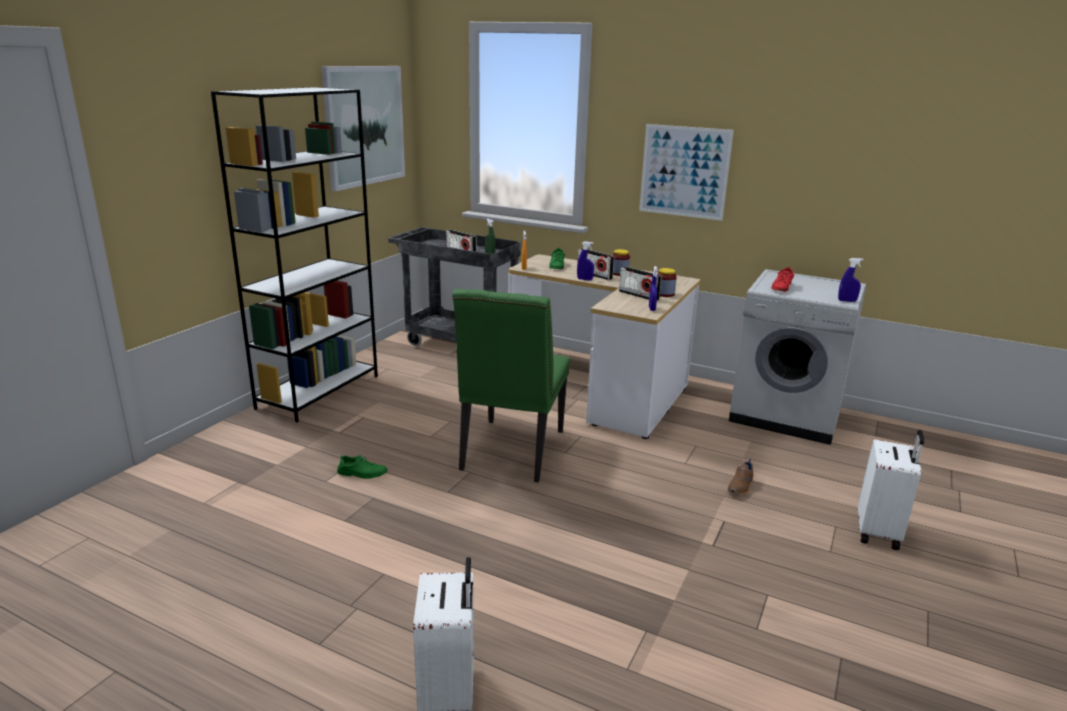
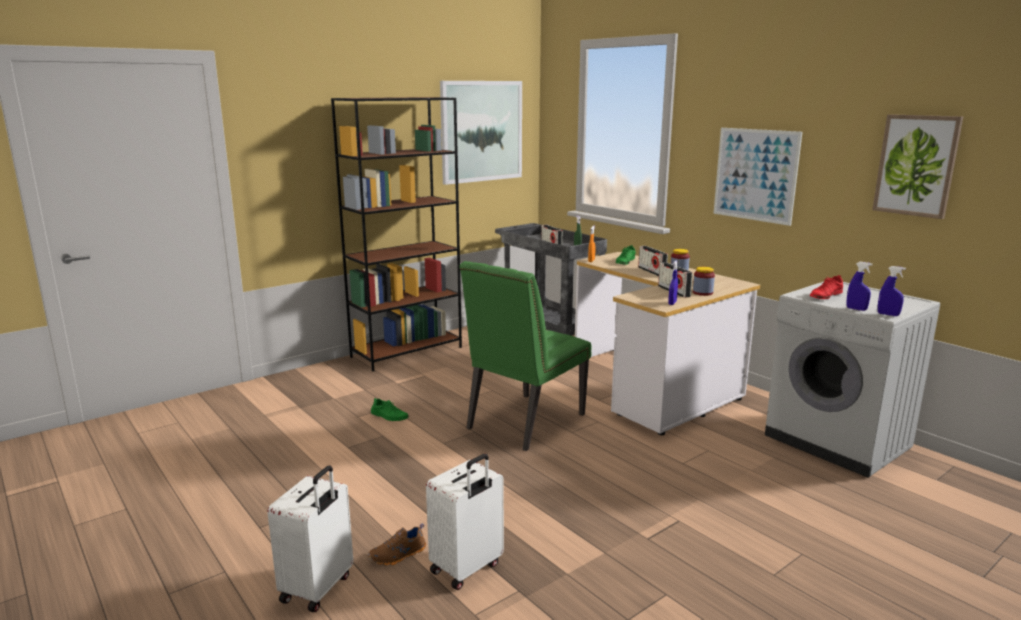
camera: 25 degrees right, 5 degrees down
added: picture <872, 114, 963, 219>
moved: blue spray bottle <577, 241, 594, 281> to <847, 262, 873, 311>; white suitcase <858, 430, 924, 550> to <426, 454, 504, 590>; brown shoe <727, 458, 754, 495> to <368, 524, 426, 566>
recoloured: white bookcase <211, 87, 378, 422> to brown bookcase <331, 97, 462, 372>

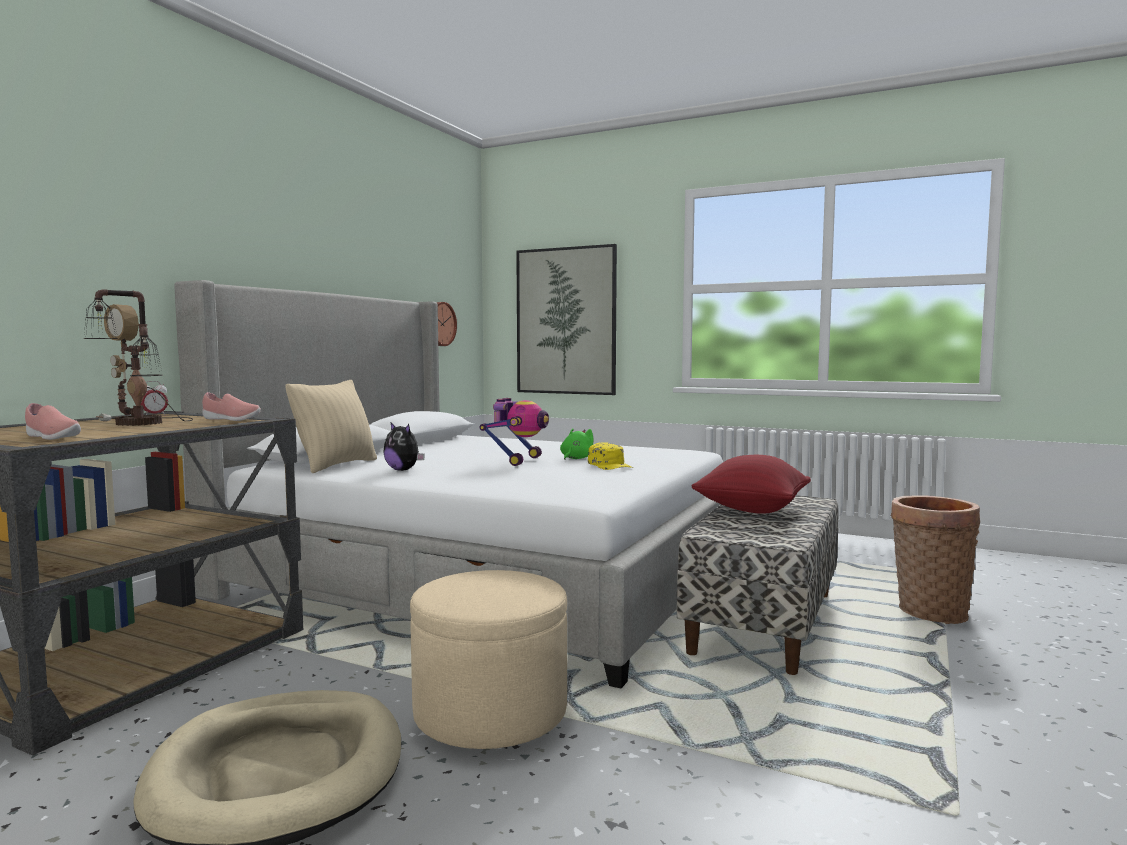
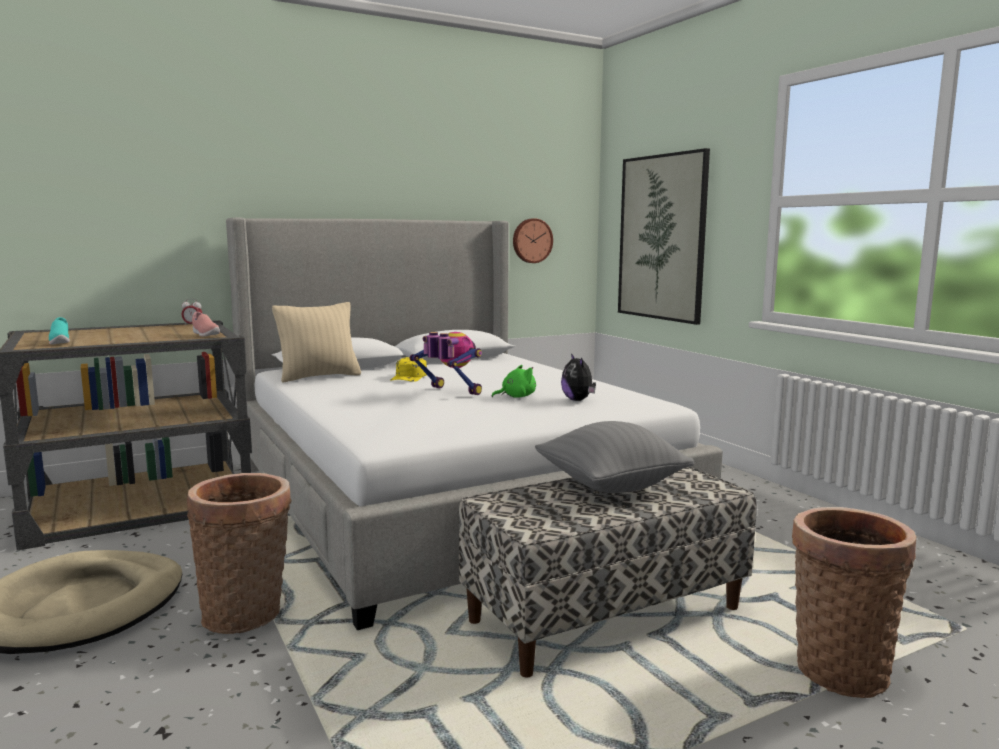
camera: 35 degrees right, 5 degrees up
removed: table lamp <84, 290, 193, 426>
moved: plush toy <383, 422, 425, 471> to <561, 353, 596, 401>; yellow cap <588, 442, 633, 470> to <391, 357, 427, 382>
replaced: beige ottoman <410, 570, 567, 749> to basket <187, 473, 292, 634>
recoloured: pink shoe <25, 403, 81, 440> to turquoise shoe <49, 317, 70, 345>; red pillow <691, 455, 811, 514> to grey pillow <535, 421, 694, 493>
turned: toy robot <480, 398, 549, 466> = <410, 332, 482, 395> 105 degrees counterclockwise

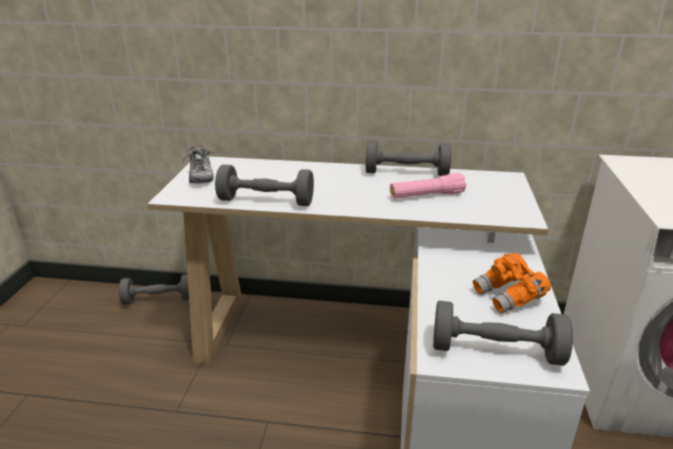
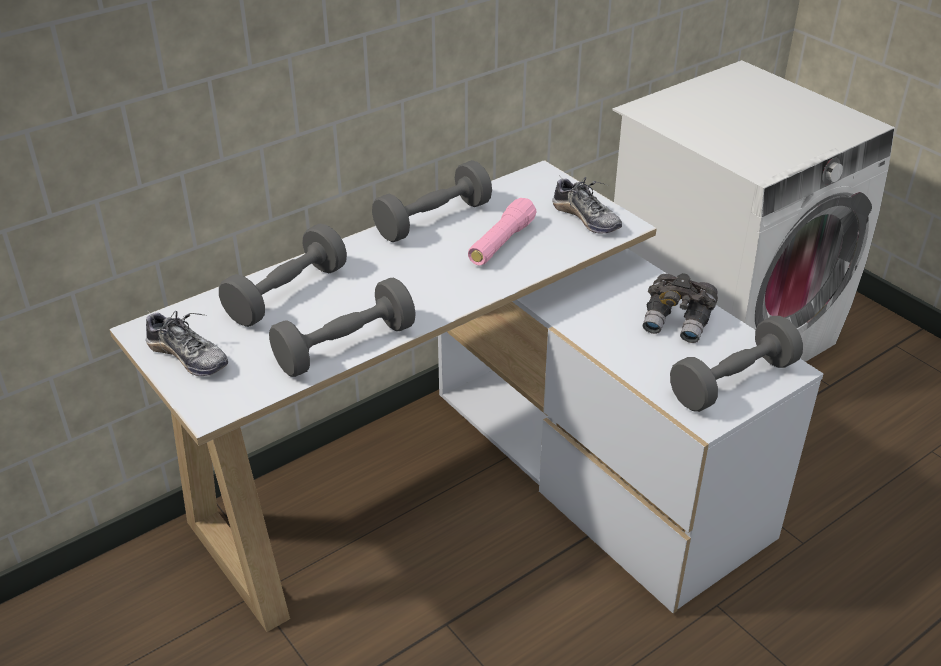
camera: 45 degrees left, 10 degrees up
added: shoe <552, 175, 622, 234>
moved: grey dumbbell <119, 274, 189, 305> to <219, 224, 347, 327>
recoloured: orange binoculars <473, 253, 551, 313> to grey binoculars <643, 273, 718, 343>

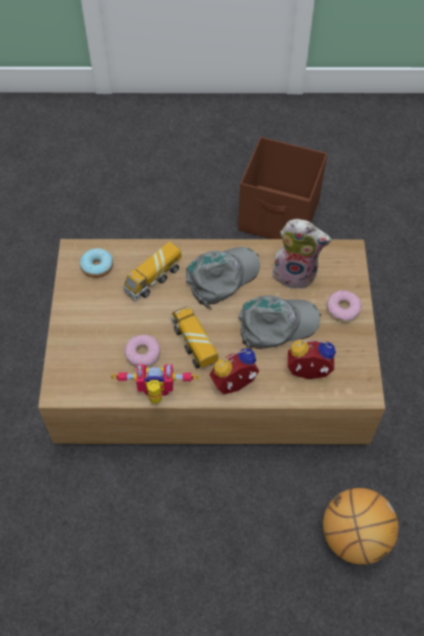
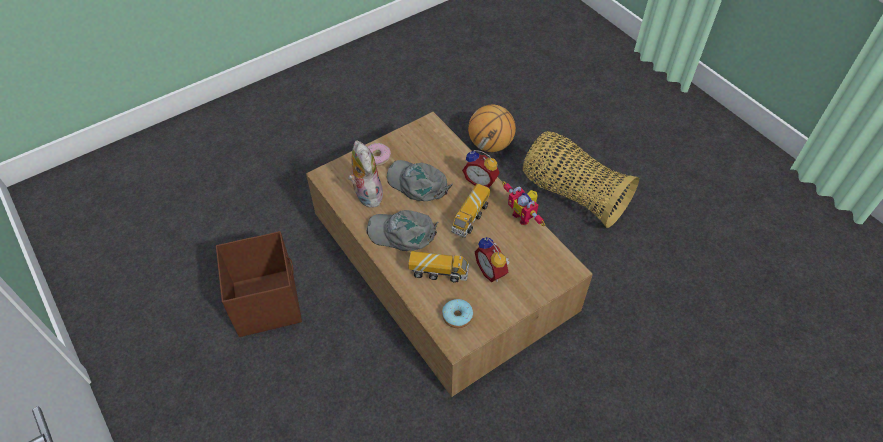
camera: 125 degrees left, 5 degrees down
removed: donut <124, 335, 161, 368>
added: basket <523, 131, 639, 228>
moved: alarm clock <288, 340, 336, 379> to <475, 237, 510, 282>

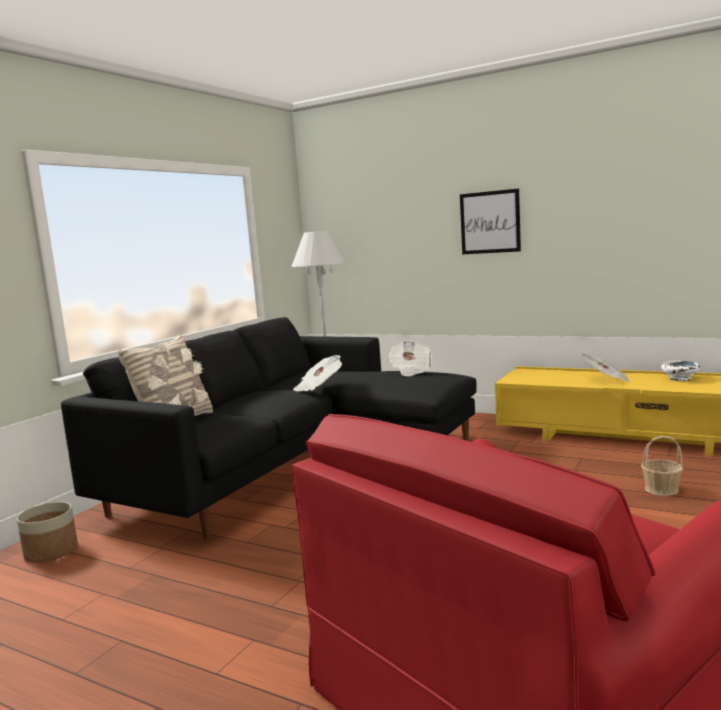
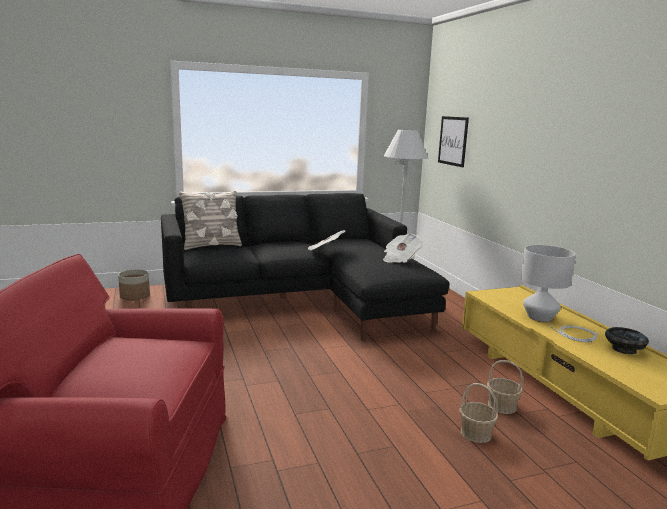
camera: 40 degrees right, 5 degrees up
added: basket <487, 360, 523, 414>
moved: picture <460, 189, 521, 254> to <438, 116, 469, 167>
replaced: newspaper <580, 353, 632, 383> to grey table lamp <521, 245, 597, 343>
recoloured: white bowl <661, 361, 700, 381> to black bowl <605, 327, 649, 354>

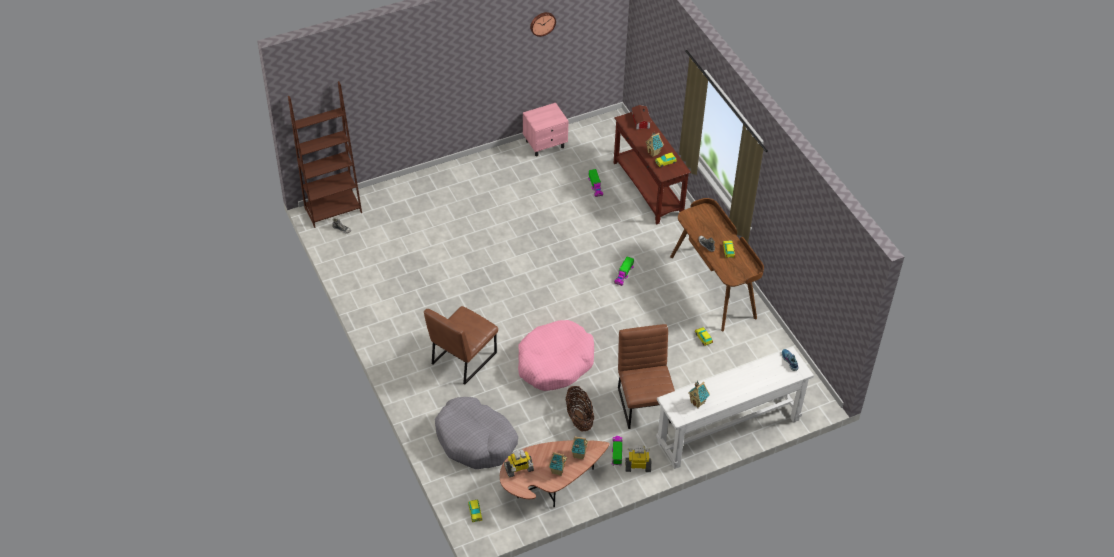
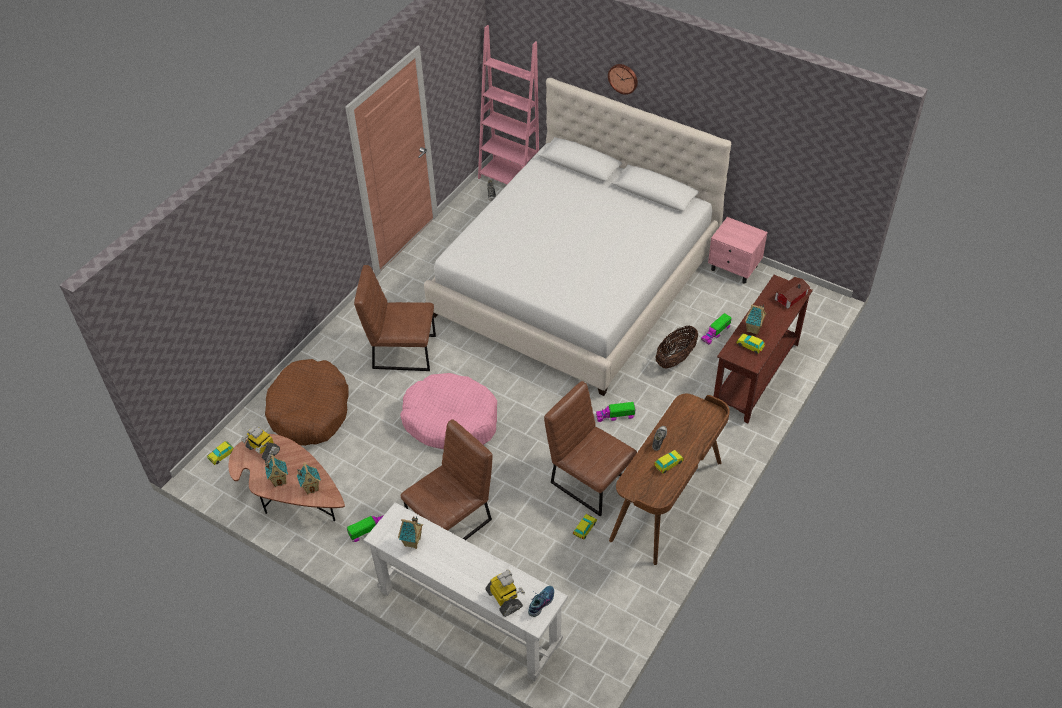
camera: 60 degrees right, 0 degrees up
added: white bed <424, 78, 731, 396>; brown chair <544, 381, 637, 516>
moved: wall clock <530, 12, 556, 37> to <608, 64, 638, 95>; basket <566, 386, 594, 432> to <655, 326, 698, 369>; toy robot <625, 445, 651, 472> to <485, 569, 525, 617>
recoloured: brown bookcase <288, 81, 362, 228> to pink bookcase <478, 25, 539, 184>; grey dog bed <435, 397, 518, 469> to brown dog bed <265, 359, 349, 446>

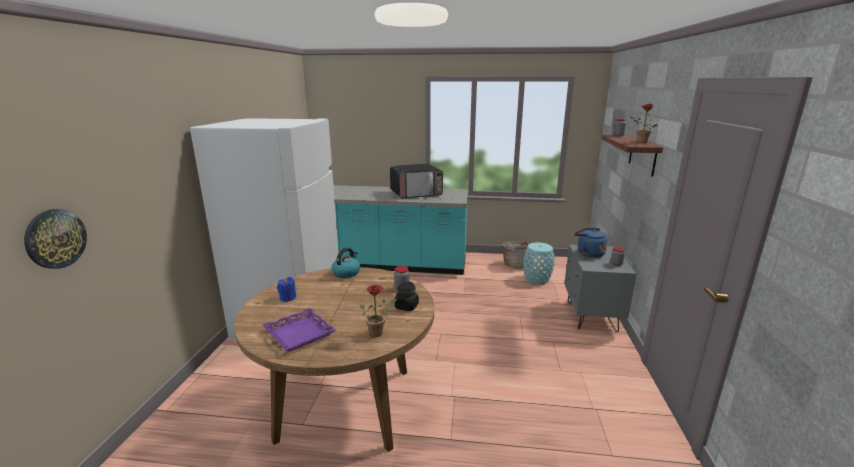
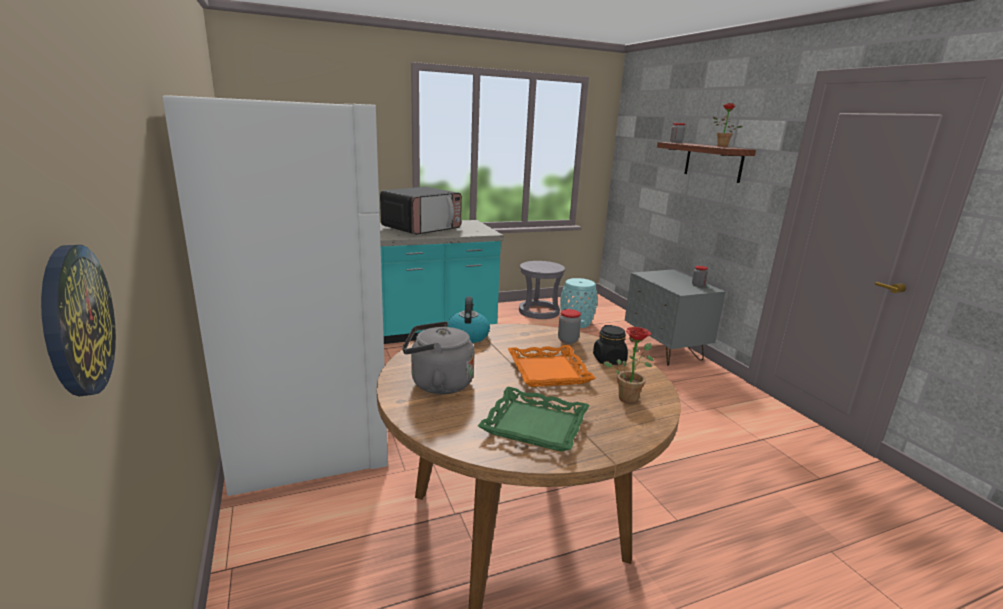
camera: 30 degrees left, 0 degrees up
removed: blue kettle <574, 228, 607, 258>
added: orange tray <507, 345, 596, 387>
replaced: basket <502, 242, 529, 269> to grey stool <519, 261, 565, 319>; blue candle <277, 277, 297, 302> to grey kettle <402, 321, 474, 394>
recoloured: purple tray <263, 308, 336, 351> to green tray <478, 387, 589, 452>

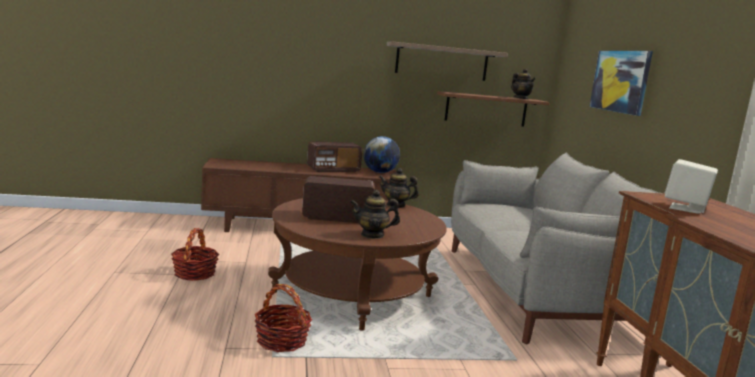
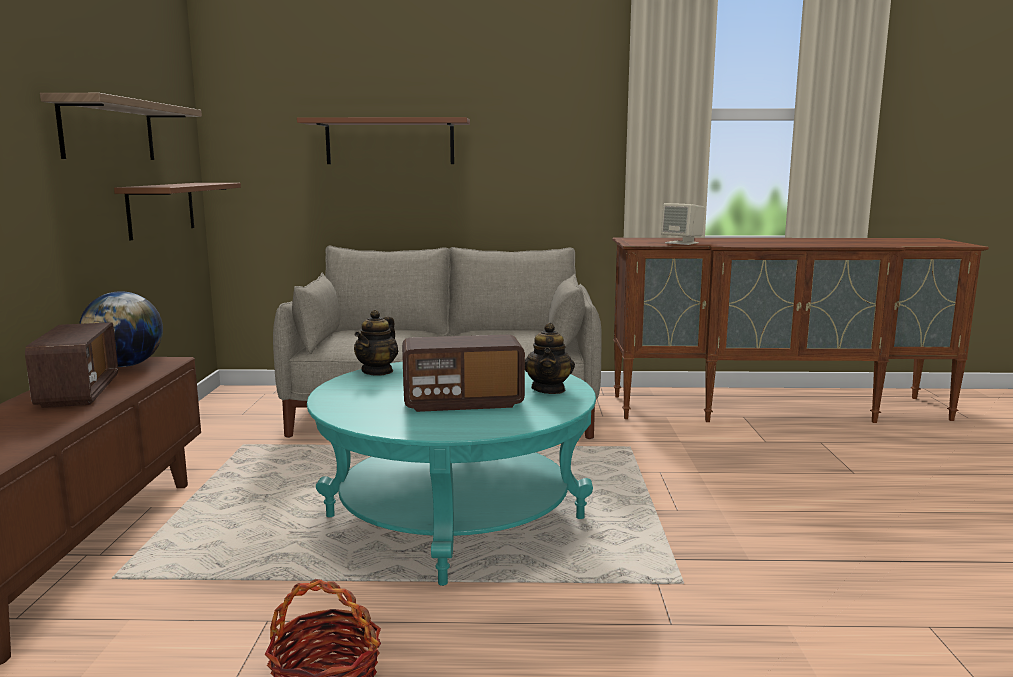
camera: 80 degrees left, 0 degrees up
removed: teapot <511, 69, 536, 100>; basket <255, 284, 312, 352>
replaced: picture <589, 51, 653, 116> to brown shelf <297, 117, 470, 164>
recoloured: brown coffee table <268, 198, 447, 331> to turquoise coffee table <307, 362, 596, 586>
turned: radio <302, 176, 375, 223> = <402, 334, 525, 412> 105 degrees counterclockwise

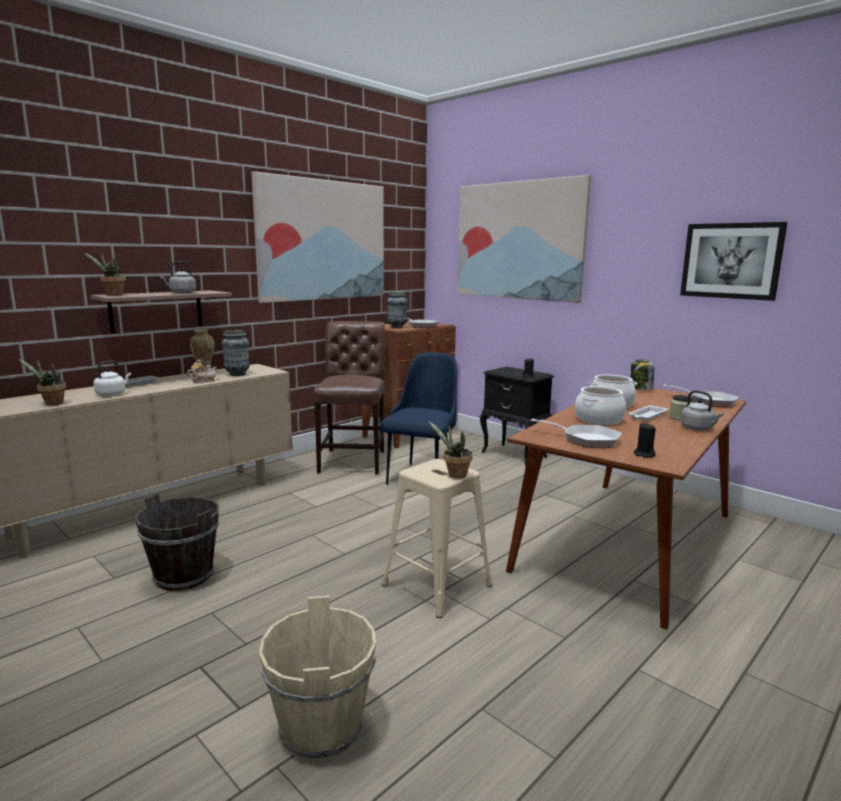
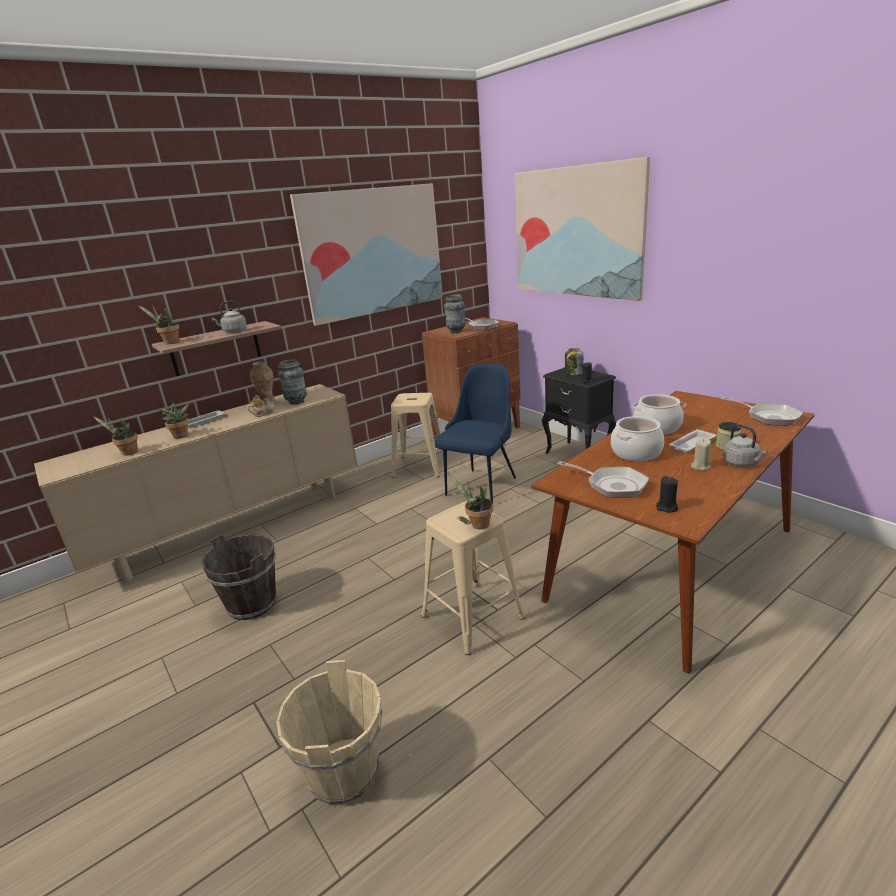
camera: 10 degrees right, 10 degrees up
removed: picture <680, 222, 787, 301>
added: beige candle <691, 438, 711, 471>
moved: jar <630, 359, 654, 390> to <565, 348, 584, 375>
replaced: brown chair <313, 321, 385, 475> to beige stool <391, 393, 443, 478>; white kettle <93, 361, 131, 396> to potted plant <159, 401, 189, 439>

